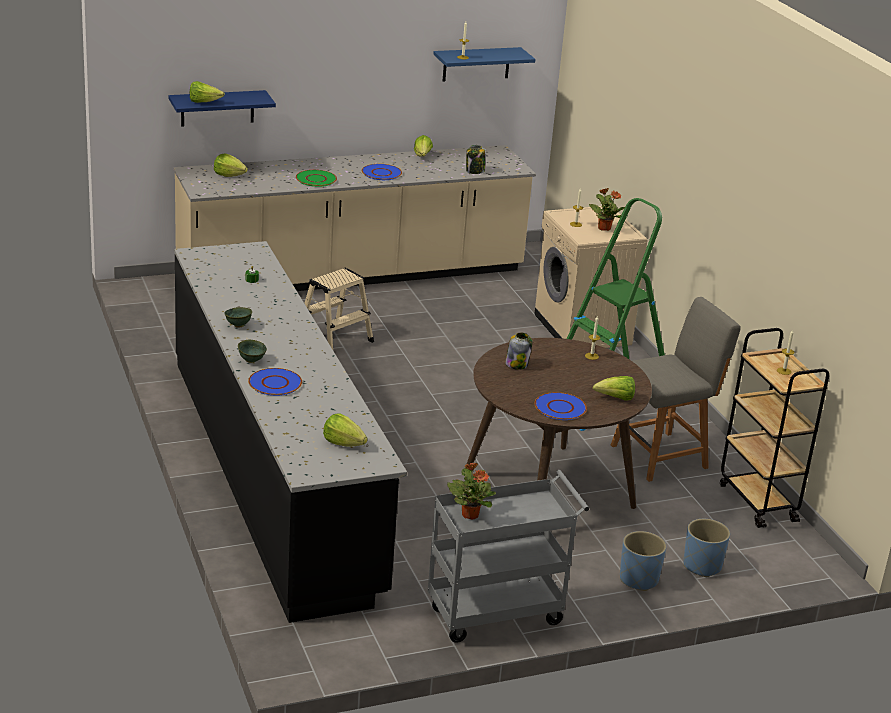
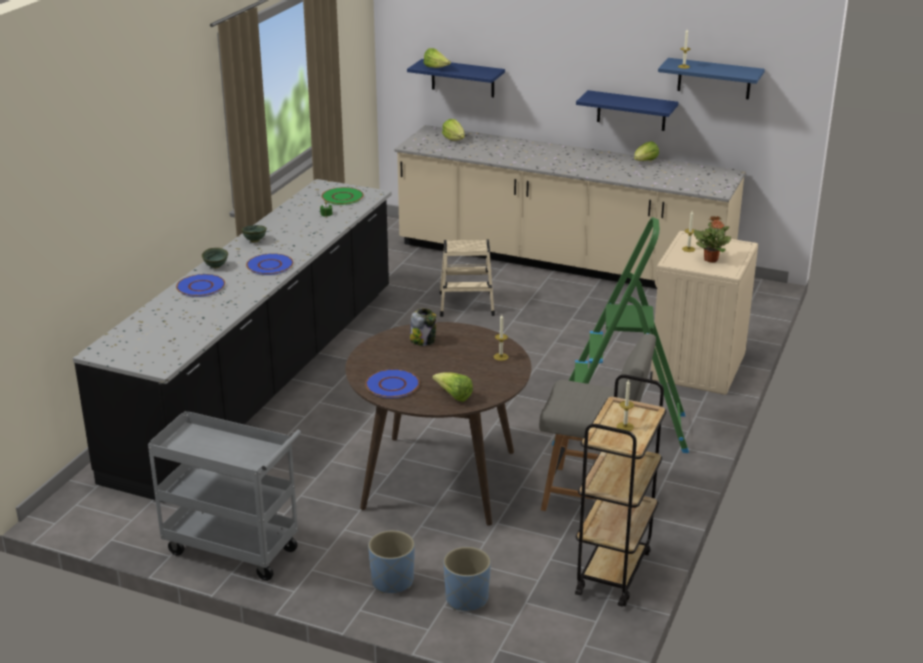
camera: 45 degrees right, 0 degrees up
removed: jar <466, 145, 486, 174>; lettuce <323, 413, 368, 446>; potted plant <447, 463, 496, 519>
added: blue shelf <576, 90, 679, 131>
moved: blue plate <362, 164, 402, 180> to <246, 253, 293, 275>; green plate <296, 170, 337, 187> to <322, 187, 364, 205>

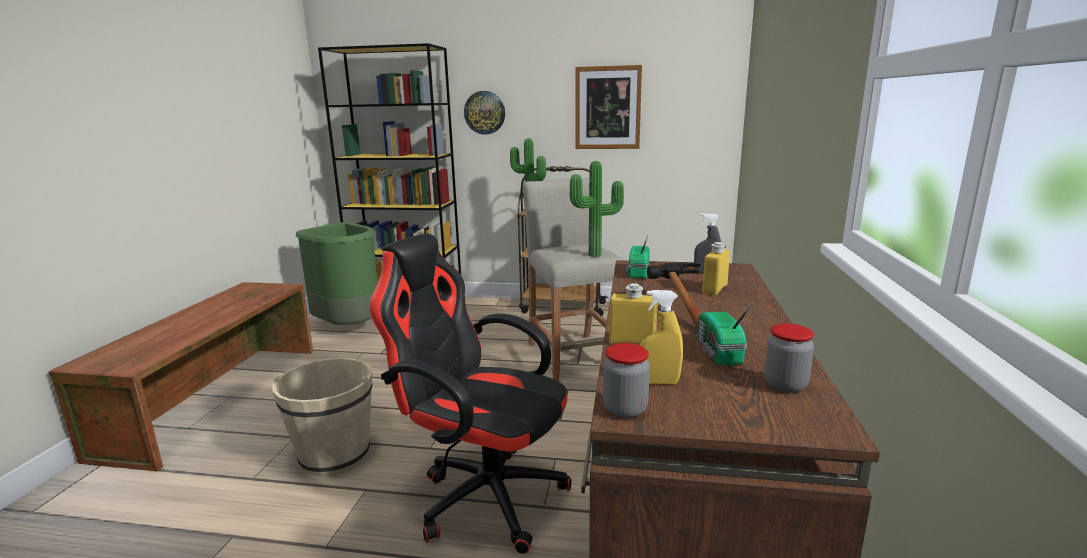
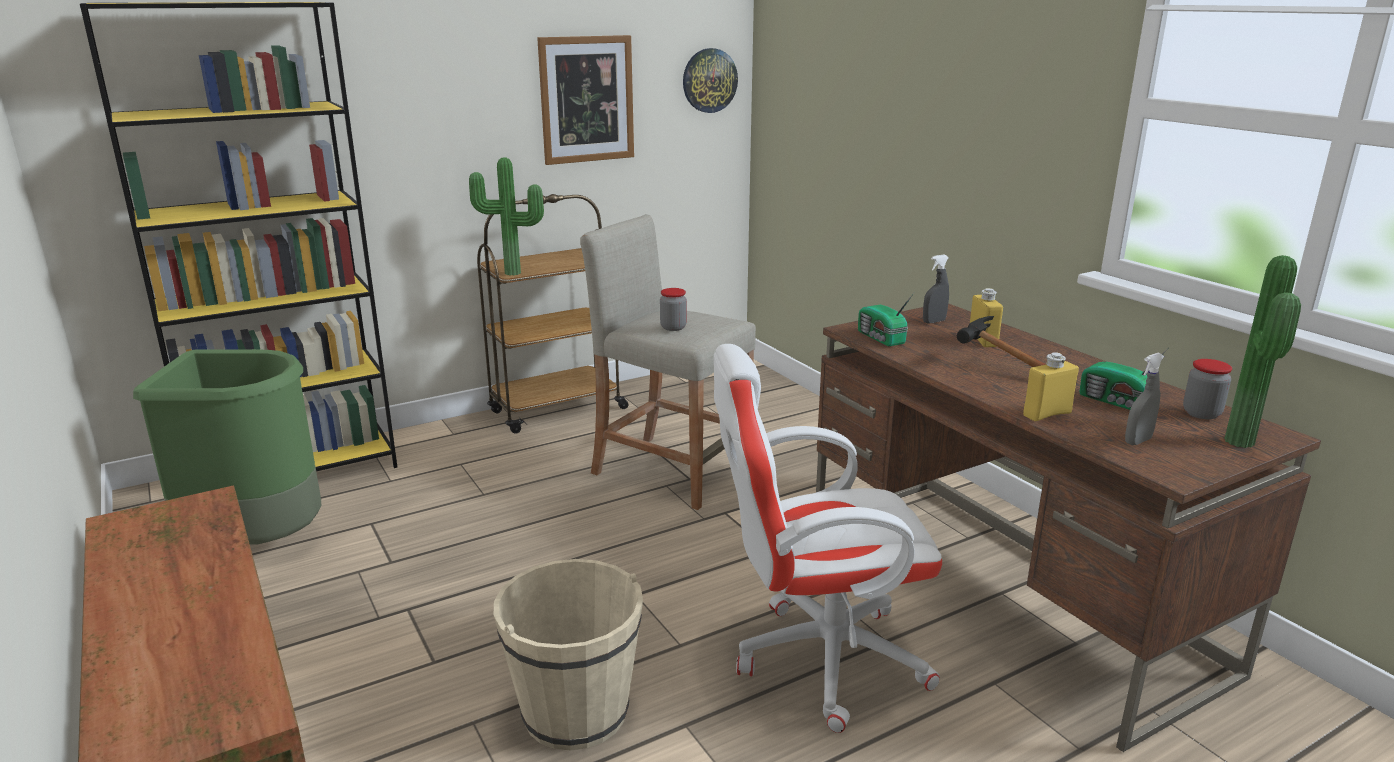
camera: 40 degrees left, 5 degrees up
moved: wall clock <464, 91, 505, 135> to <683, 48, 738, 113>; potted plant <570, 161, 624, 257> to <1224, 255, 1301, 448>; jar <603, 343, 650, 418> to <660, 288, 687, 331>
recoloured: black office chair <369, 234, 571, 554> to white office chair <714, 344, 942, 733>; yellow spray bottle <640, 290, 683, 384> to grey spray bottle <1125, 353, 1164, 445>

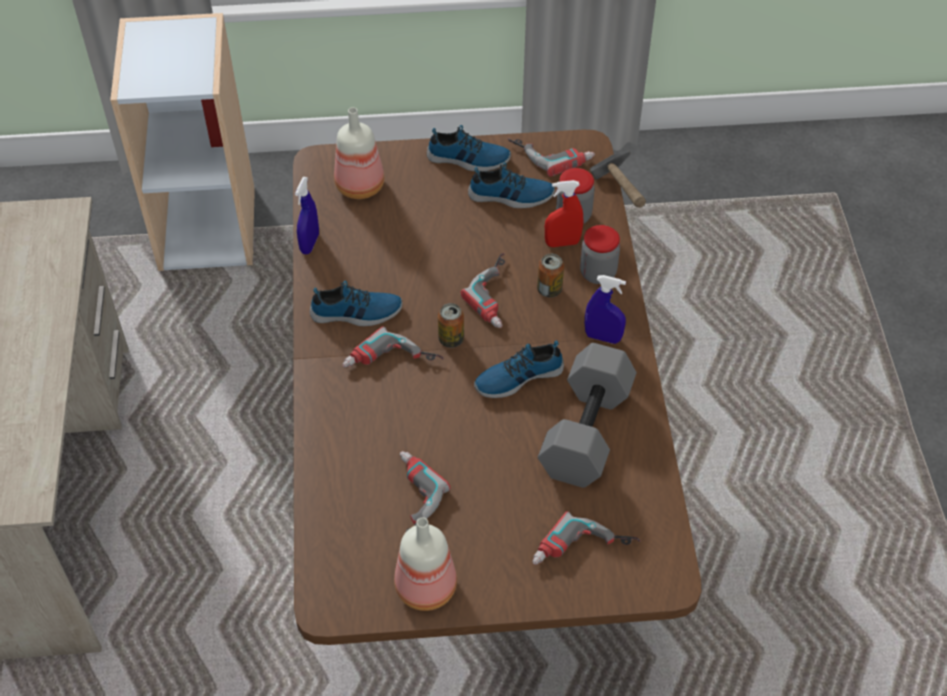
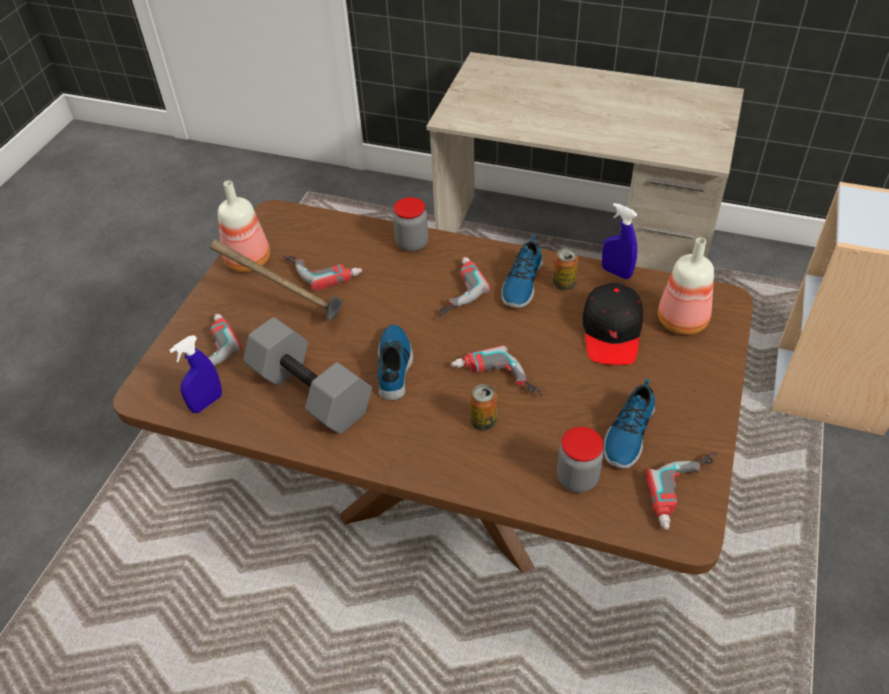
camera: 115 degrees right, 5 degrees down
removed: shoe <427, 125, 511, 171>; red spray bottle <545, 180, 583, 247>
added: black cap <583, 282, 643, 365>
moved: hammer <590, 151, 646, 208> to <210, 239, 343, 320>; jar <580, 225, 620, 284> to <393, 197, 428, 252>; blue spray bottle <585, 275, 626, 344> to <169, 335, 222, 413>; can <438, 303, 464, 348> to <553, 248, 578, 290>

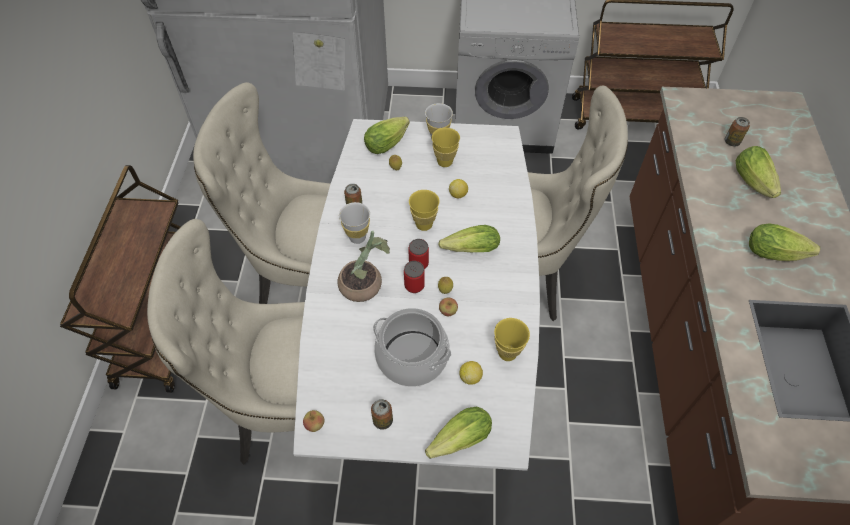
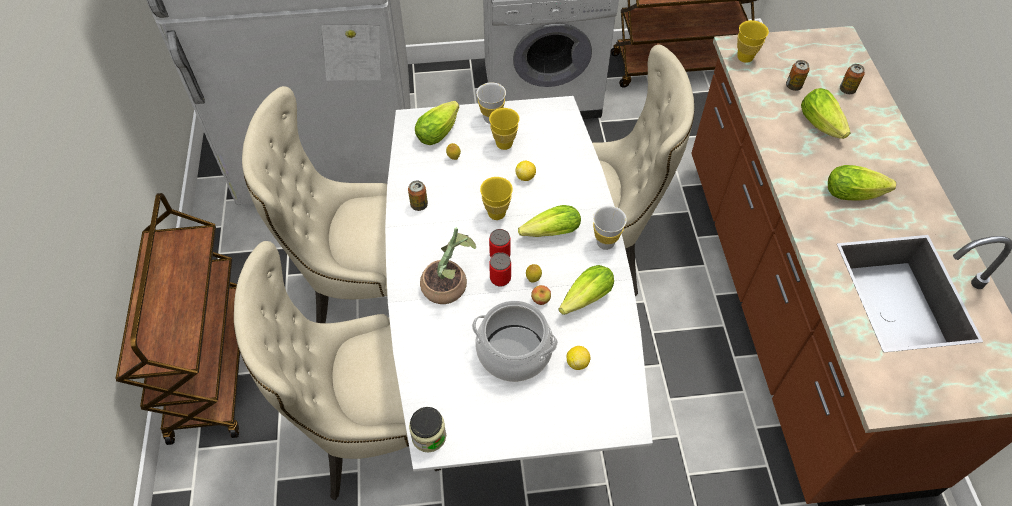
camera: 10 degrees left, 0 degrees up
moved: white cup <339, 202, 370, 244> to <593, 206, 627, 250>; yellow cup <494, 318, 530, 361> to <737, 20, 769, 63>; can <371, 399, 393, 430> to <840, 64, 865, 94>; lettuce <425, 407, 492, 459> to <558, 265, 614, 315>
replaced: apple <303, 410, 325, 432> to jar <409, 407, 446, 452>

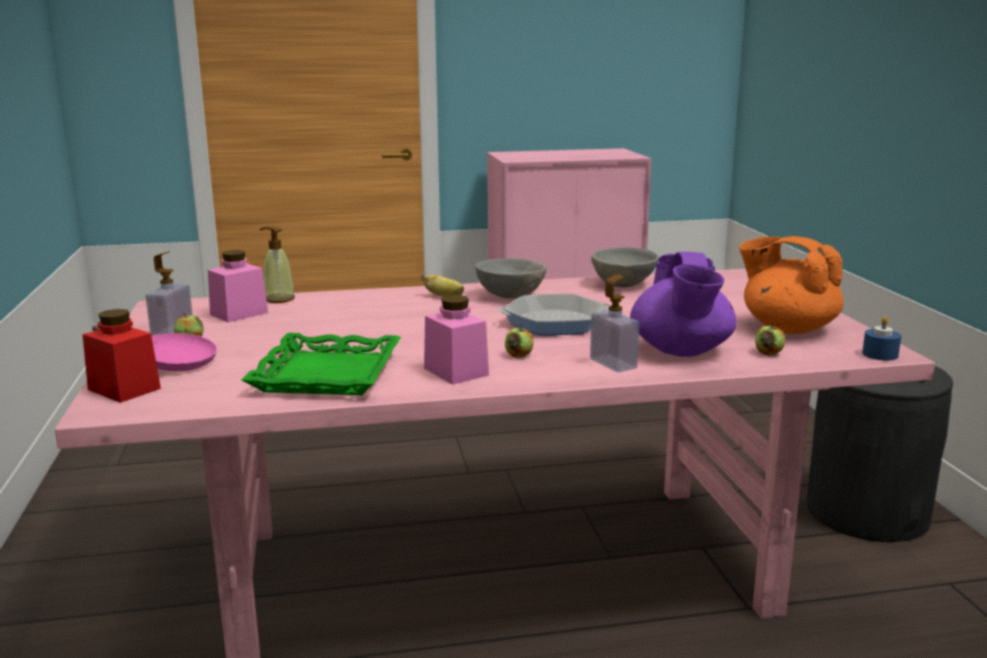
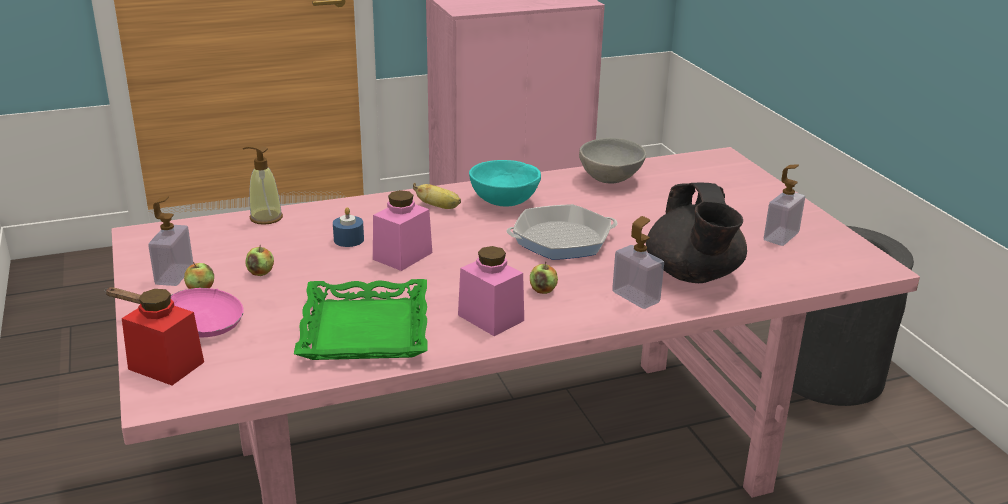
camera: 10 degrees left, 10 degrees up
moved: pink jar <208, 250, 268, 322> to <373, 190, 432, 271>; blue candle <862, 316, 901, 361> to <333, 207, 364, 247>; apple <755, 322, 785, 355> to <246, 245, 274, 276>
replaced: orange teapot <739, 236, 844, 334> to soap dispenser <764, 165, 805, 246>
recoloured: purple teapot <630, 252, 736, 357> to black teapot <646, 183, 747, 283>; grey bowl <475, 258, 547, 299> to turquoise bowl <469, 160, 541, 206>

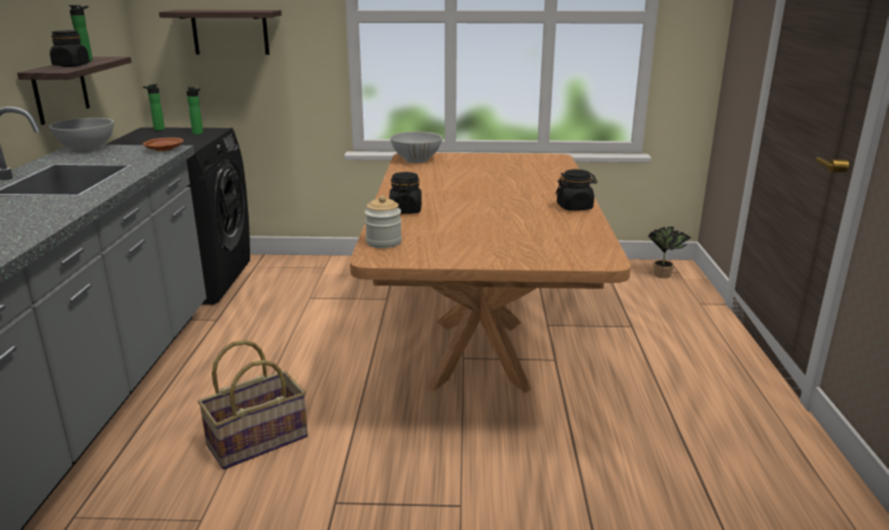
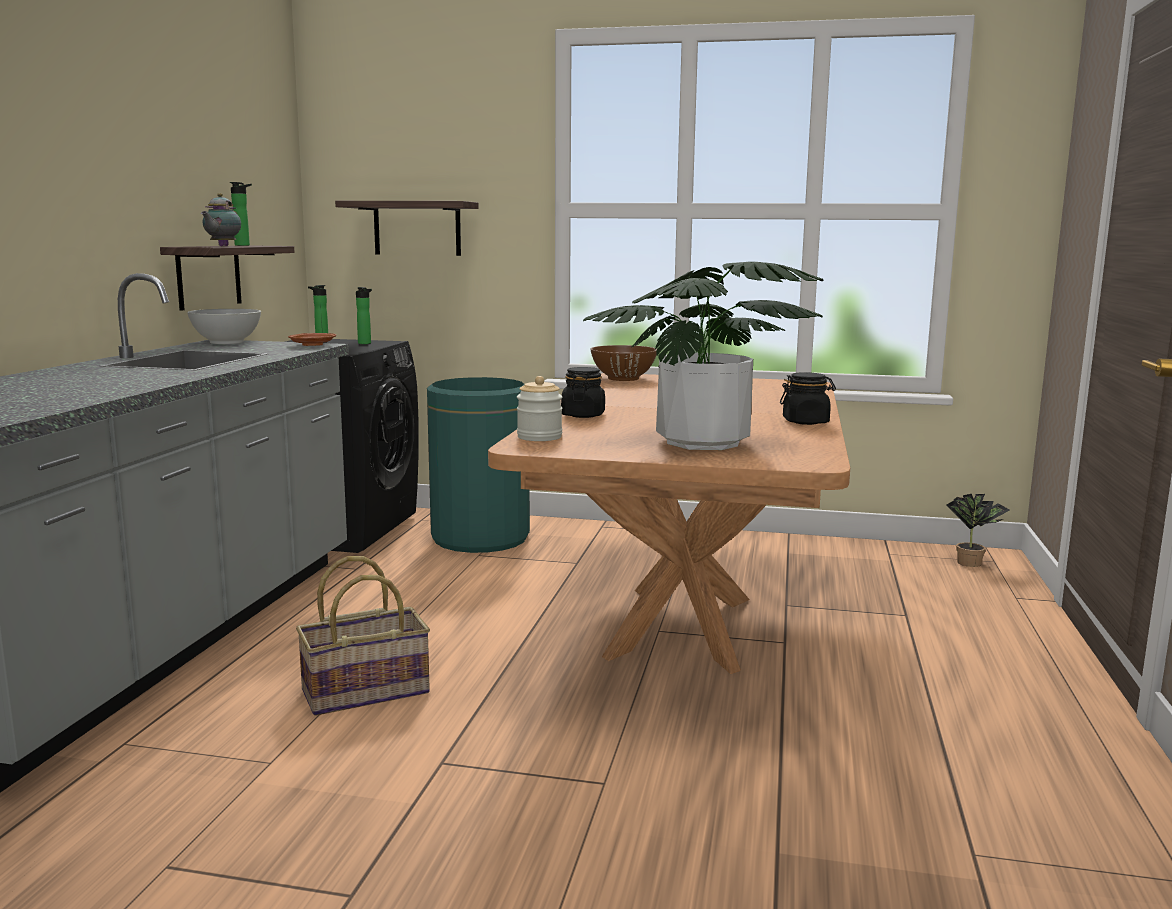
camera: 10 degrees right, 10 degrees down
added: potted plant <583, 262, 824, 450>; green trash can <427, 377, 530, 553>
replaced: black jar <50, 30, 90, 67> to teapot <201, 193, 241, 246>
recoloured: white bowl <390, 131, 442, 163> to brown bowl <590, 345, 657, 381>

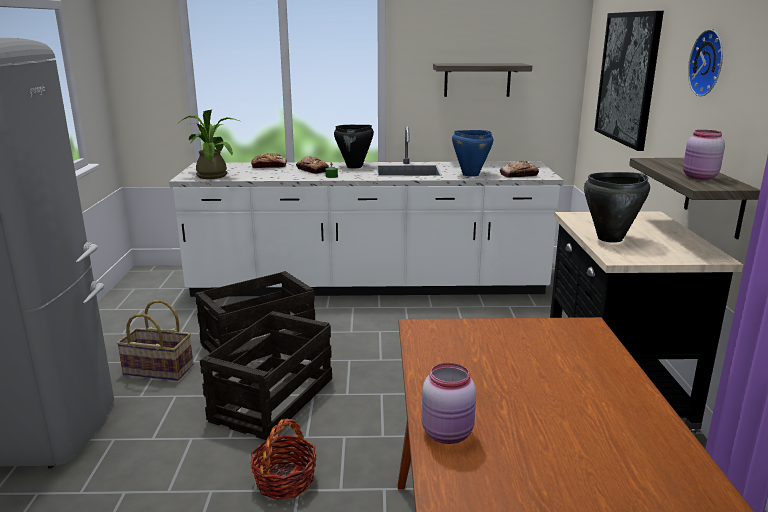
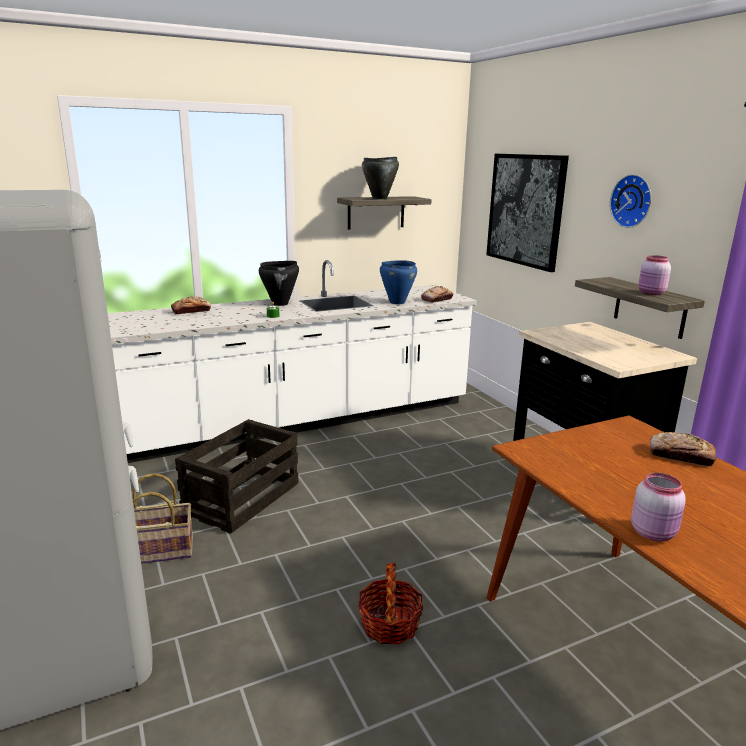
camera: 25 degrees left, 0 degrees up
removed: potted plant <178, 110, 239, 179>; crate <200, 311, 332, 440>
moved: bread <296, 156, 329, 174> to <650, 432, 716, 467>; black cooking pot <584, 172, 650, 243> to <362, 157, 399, 199>

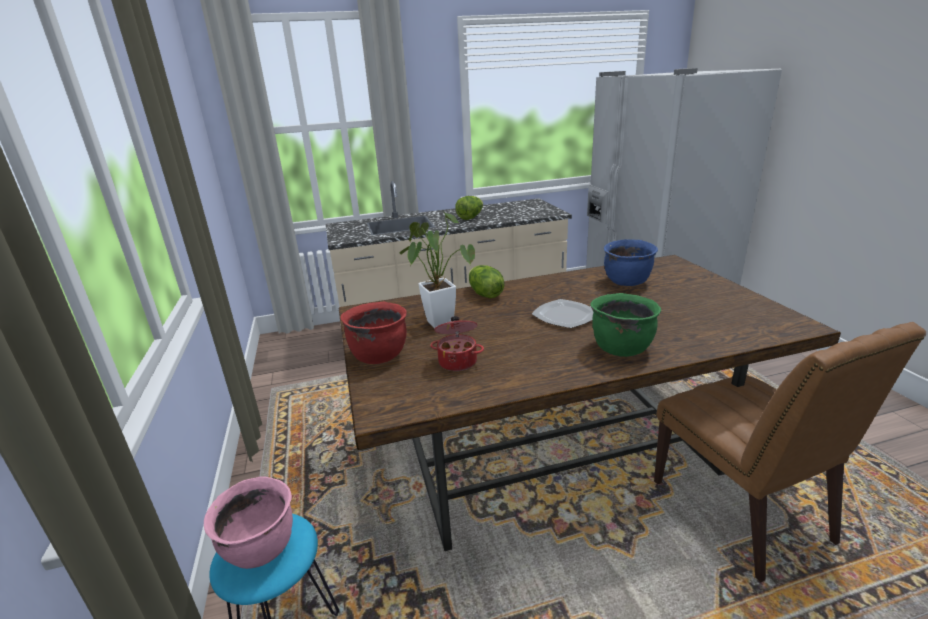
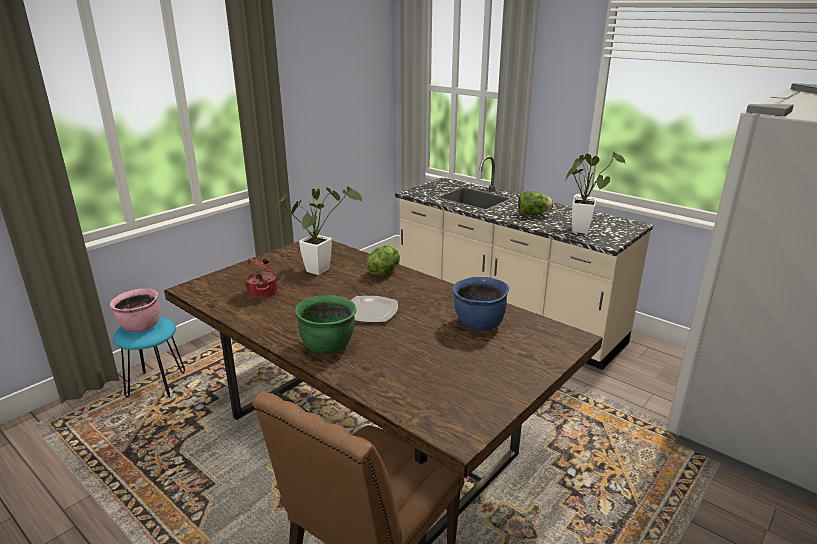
camera: 55 degrees right, 0 degrees up
removed: red cooking pot <341, 302, 407, 364>
added: potted plant <566, 151, 625, 234>

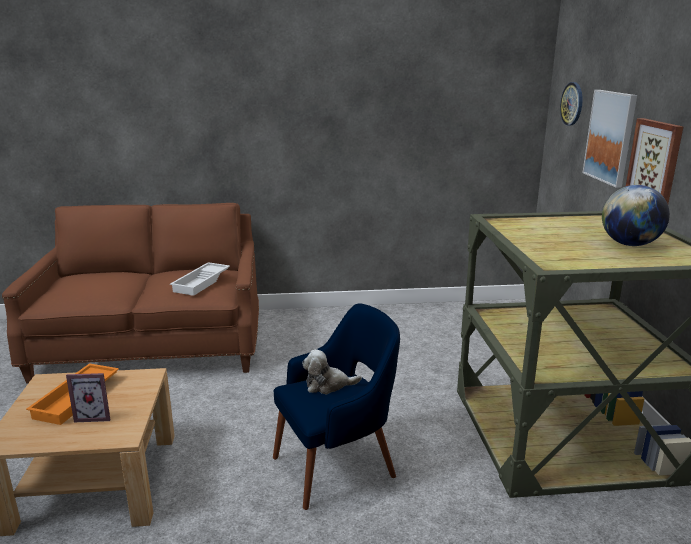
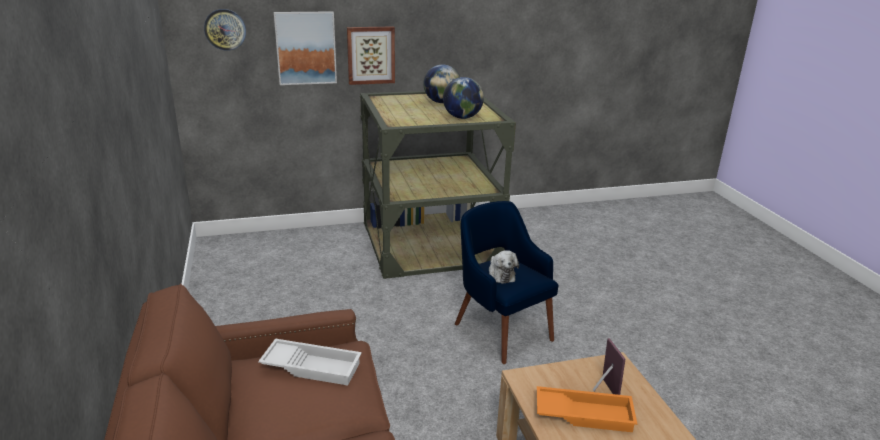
camera: 100 degrees left, 5 degrees up
added: globe <443, 77, 484, 119>

